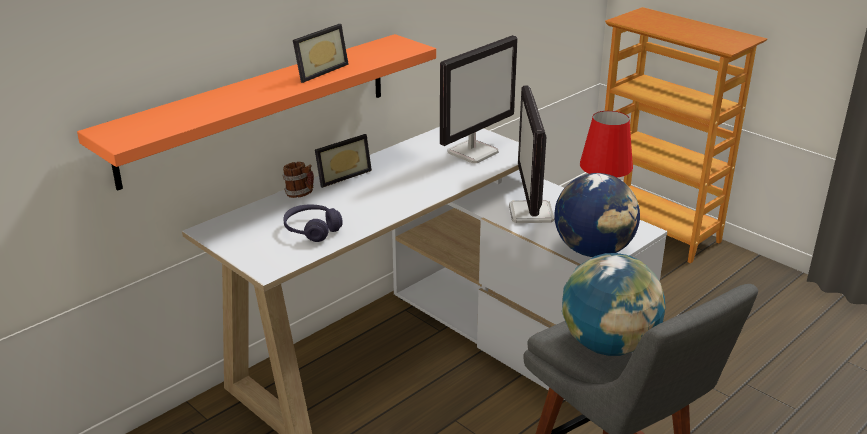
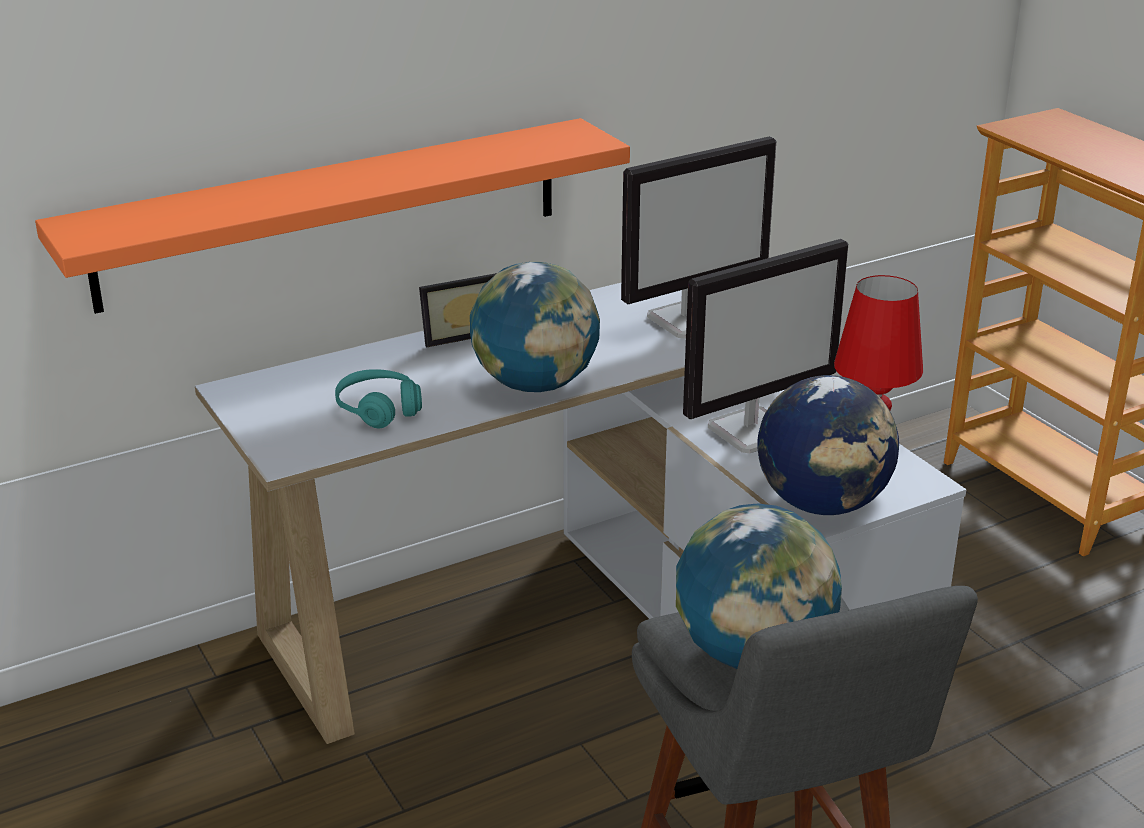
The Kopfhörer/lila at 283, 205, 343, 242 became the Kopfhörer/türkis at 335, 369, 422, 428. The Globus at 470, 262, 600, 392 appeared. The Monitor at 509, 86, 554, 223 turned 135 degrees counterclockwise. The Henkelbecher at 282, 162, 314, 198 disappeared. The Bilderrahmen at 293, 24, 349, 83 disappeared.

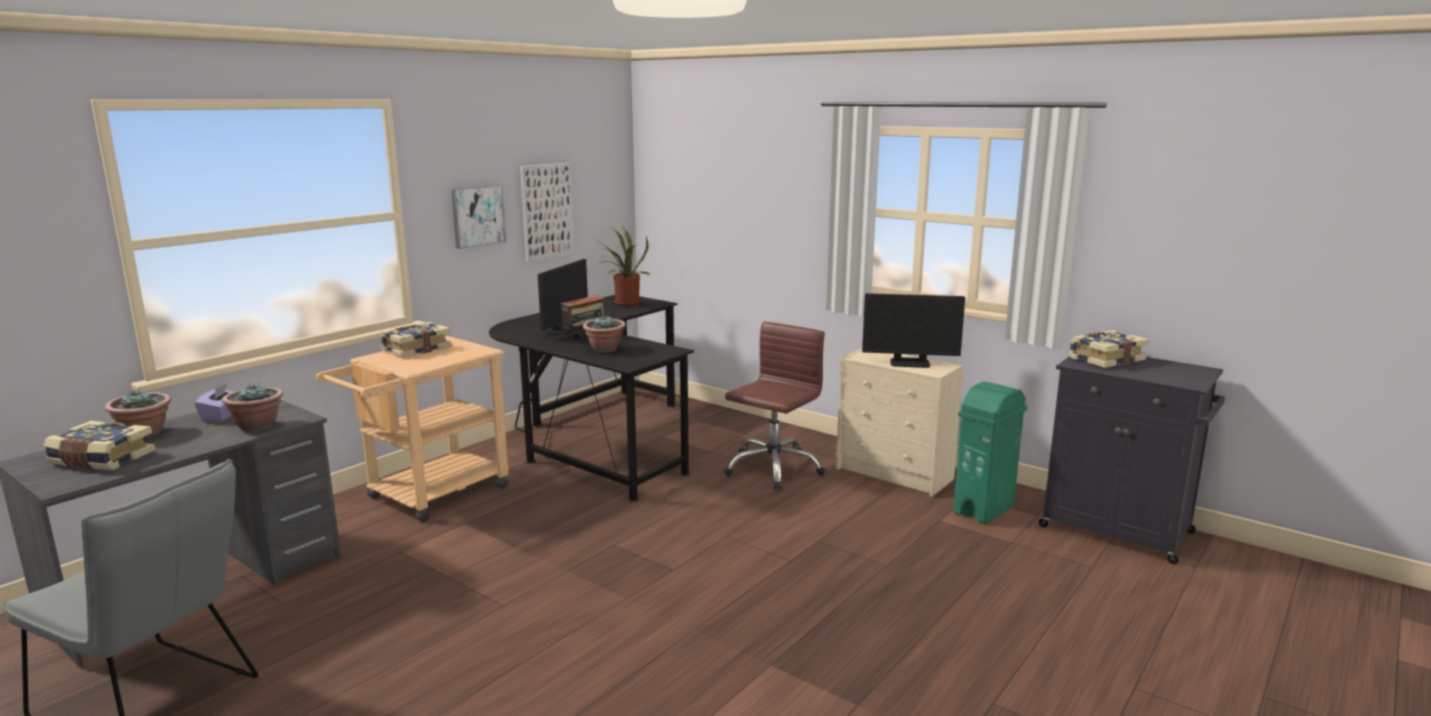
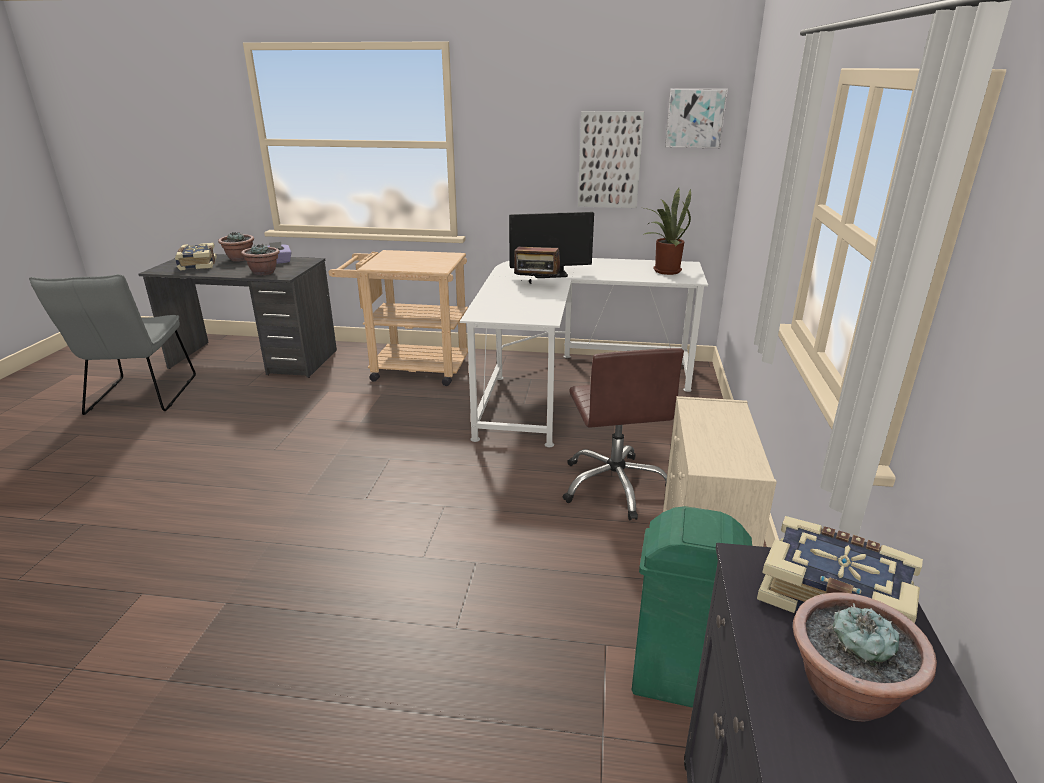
The Schreibtisch/schwarz at 489, 295, 694, 502 became the Schreibtisch/weiß at 460, 258, 708, 447. The Bürostuhl/braun at 723, 322, 826, 490 turned 75 degrees clockwise. The Bild moved from 451, 185, 506, 249 to 665, 88, 728, 148. The Topfpflanze moved from 583, 315, 626, 353 to 793, 592, 937, 722. The Buch at 380, 322, 452, 358 disappeared. The Monitor at 862, 293, 965, 368 disappeared.

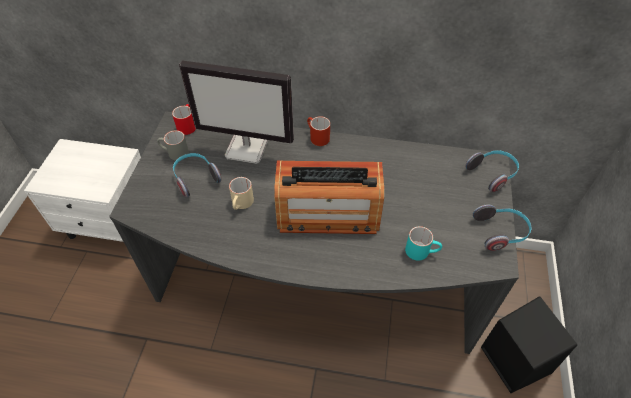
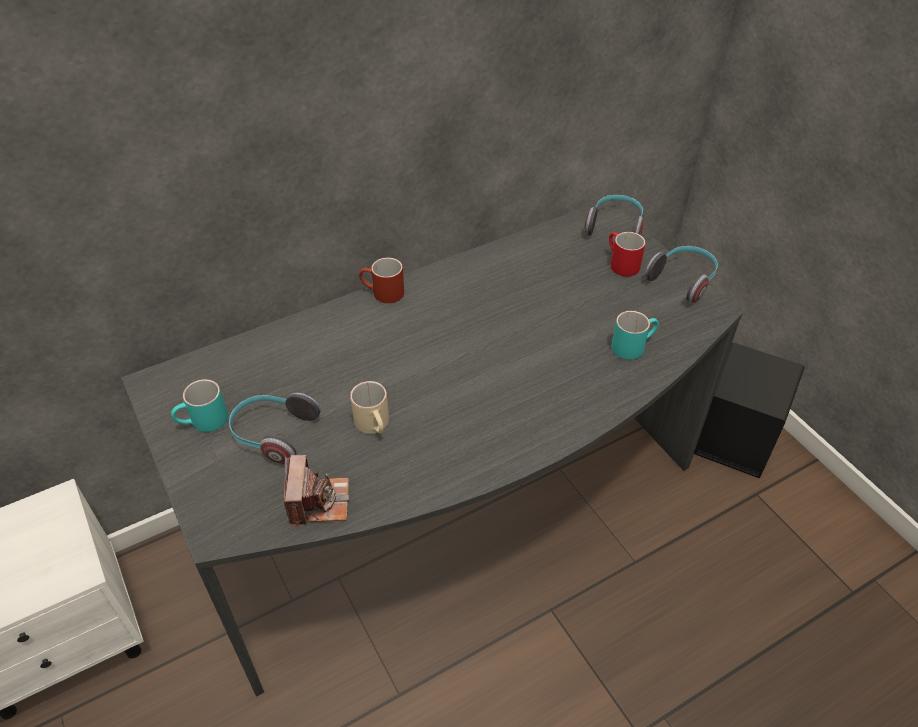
The Henkelbecher/grau at 157, 130, 189, 161 became the Henkelbecher/türkis at 171, 379, 228, 432. The Kamera at 284, 455, 349, 527 appeared. The Henkelbecher/rot moved from 172, 104, 196, 135 to 609, 232, 646, 276. The Monitor at 179, 60, 294, 164 disappeared. The Radio at 274, 161, 384, 234 disappeared.

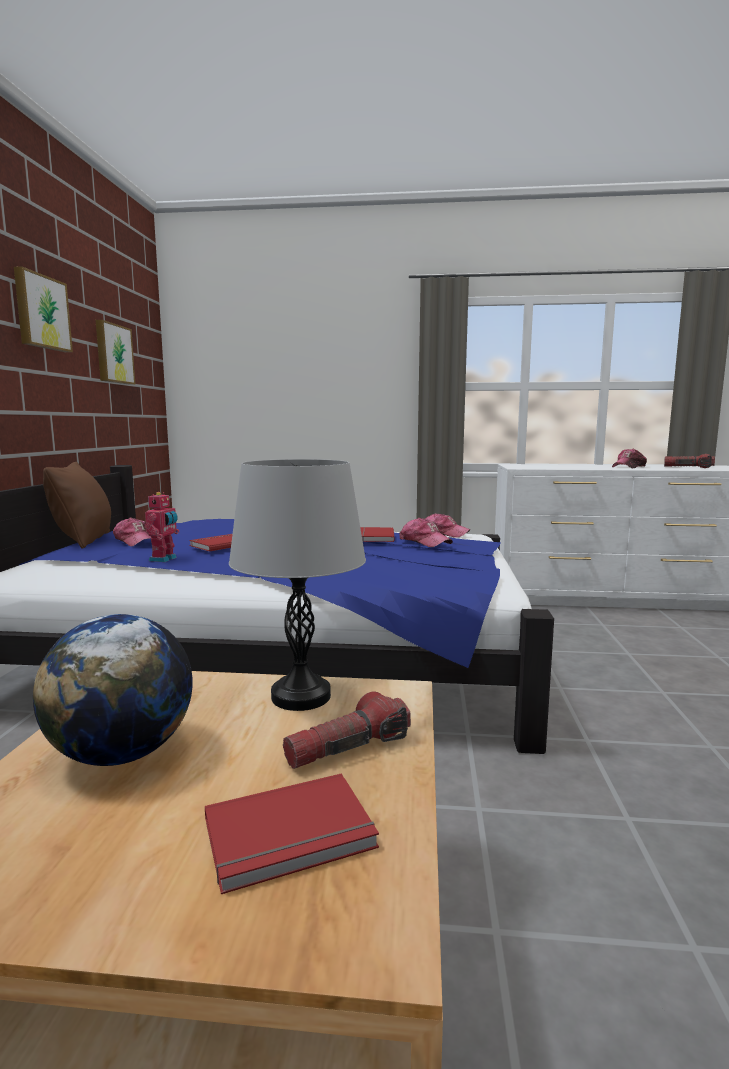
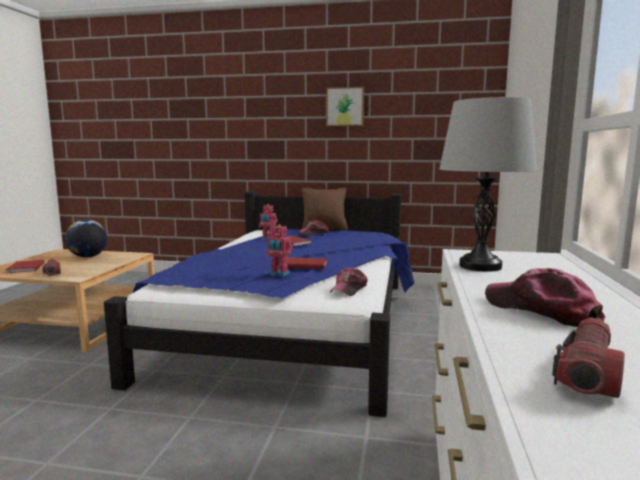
The Kappe at 399, 518, 453, 547 was replaced by the Spielzeugroboter at 266, 224, 293, 276. The Tischlampe/grau moved from 229, 459, 366, 711 to 440, 97, 537, 272. The Bild at 96, 320, 135, 385 disappeared.

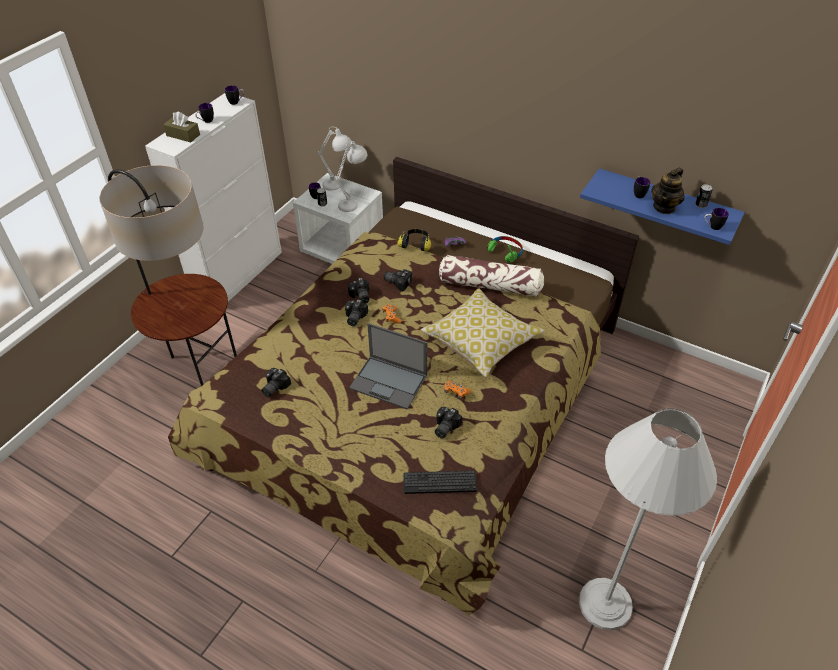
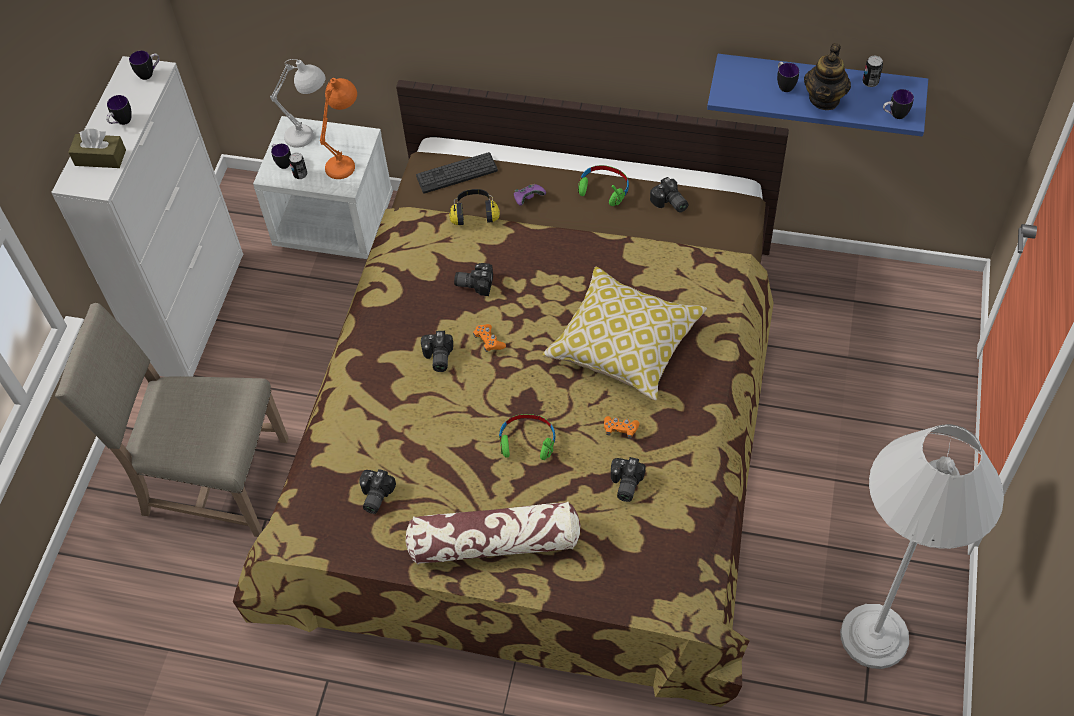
The Stehlampe at 99, 165, 237, 386 was replaced by the Stuhl/beige at 55, 303, 288, 537. The Tischlampe/weiß at 335, 141, 367, 212 became the Tischlampe/orange at 320, 78, 357, 179. The Kissen moved from 439, 255, 544, 297 to 406, 501, 581, 564. The Tastatur moved from 403, 471, 477, 494 to 416, 152, 498, 194. The Laptop at 349, 323, 427, 410 was replaced by the Kopfhörer/grün at 499, 414, 555, 460. The Kamera moved from 348, 278, 369, 304 to 650, 177, 689, 212.

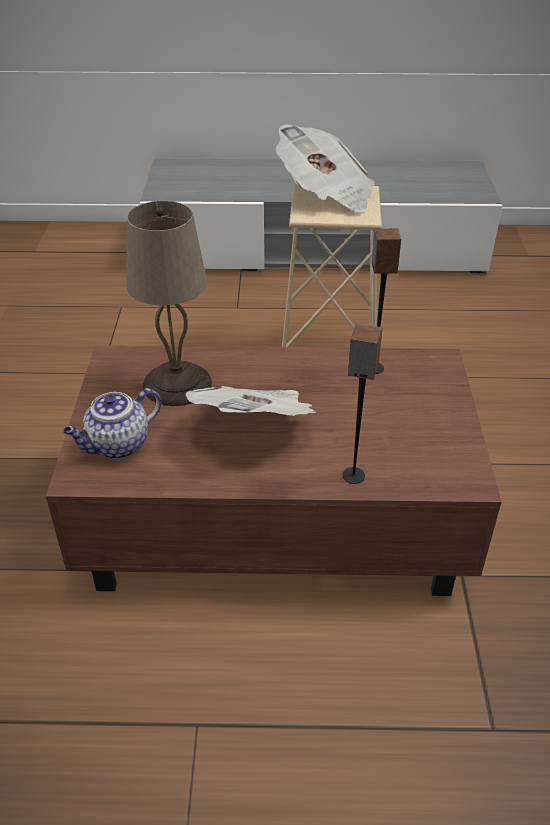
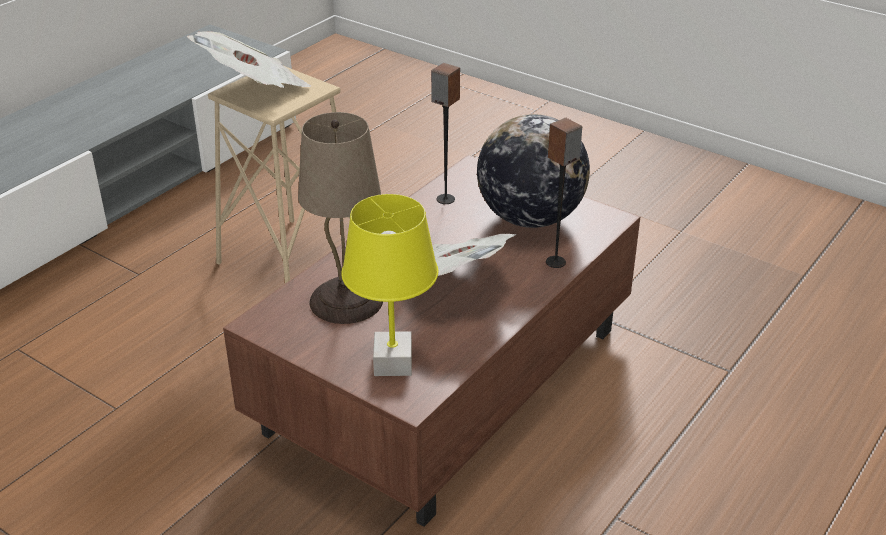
The Teekanne at 63, 388, 161, 459 was replaced by the Tischlampe/gelb at 341, 194, 438, 376. The Globus at 477, 114, 590, 228 appeared.

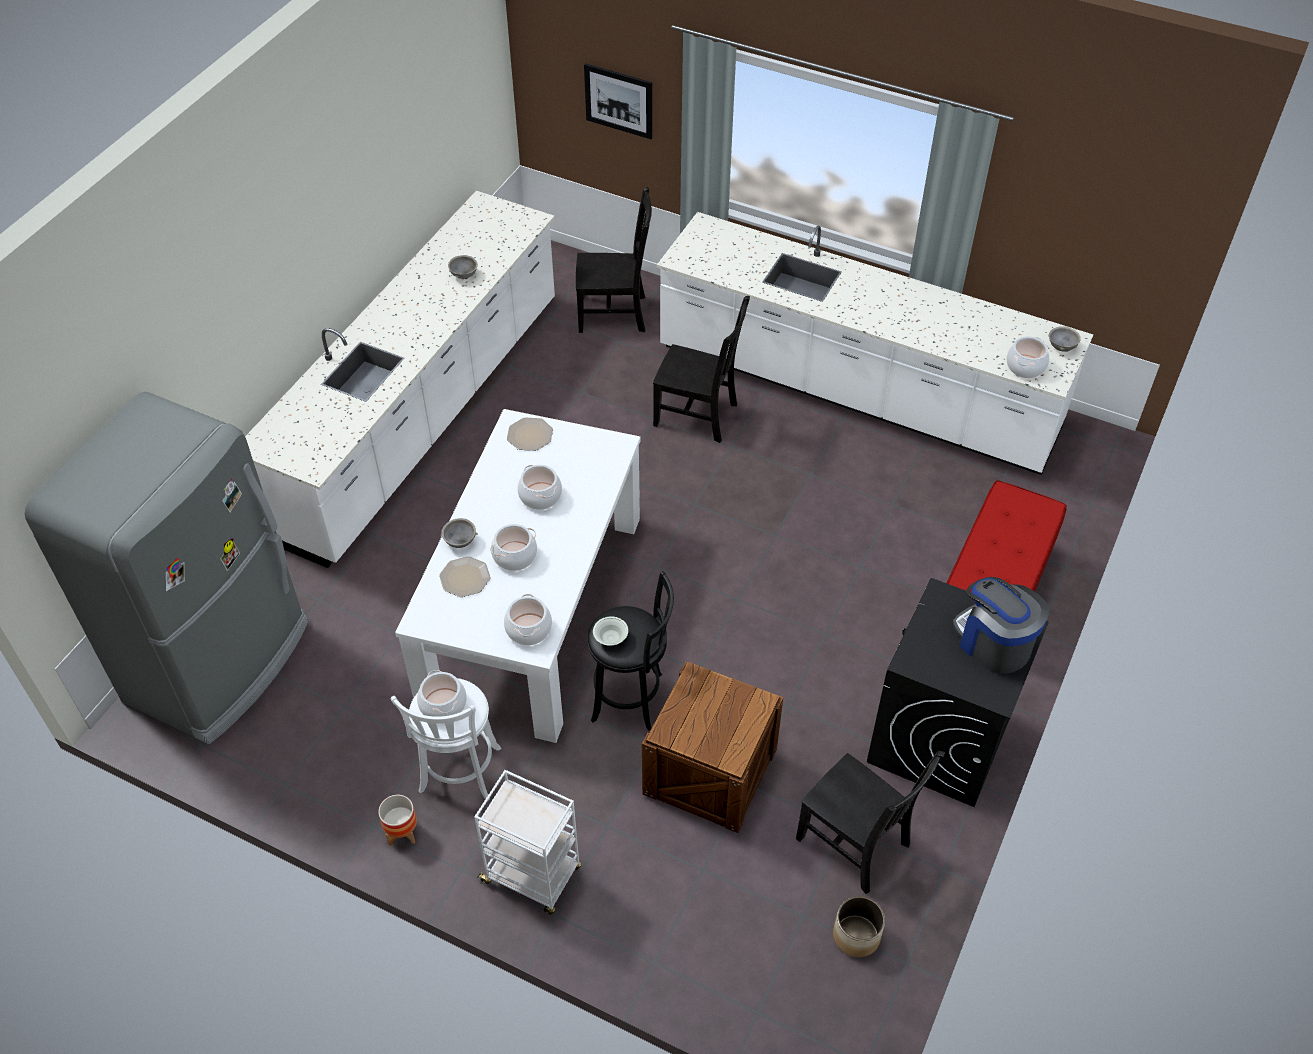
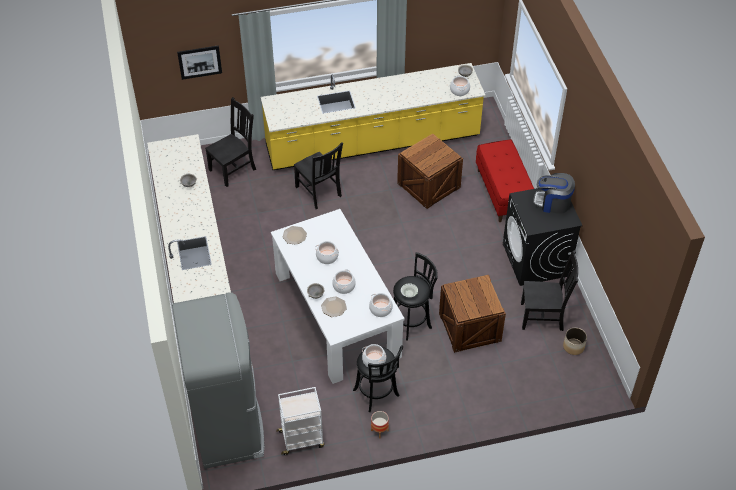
The Küchenzeile/weiß at 657, 212, 1093, 475 became the Küchenzeile/gelb at 261, 63, 485, 170. The Rollwagen/weiß moved from 474, 770, 582, 915 to 276, 387, 324, 455. The Stuhl/schwarz at 653, 296, 750, 443 turned 75 degrees clockwise. The Hocker/weiß at 391, 678, 502, 800 became the Hocker/schwarz at 353, 345, 403, 412. The Kiste at 397, 134, 463, 209 appeared.

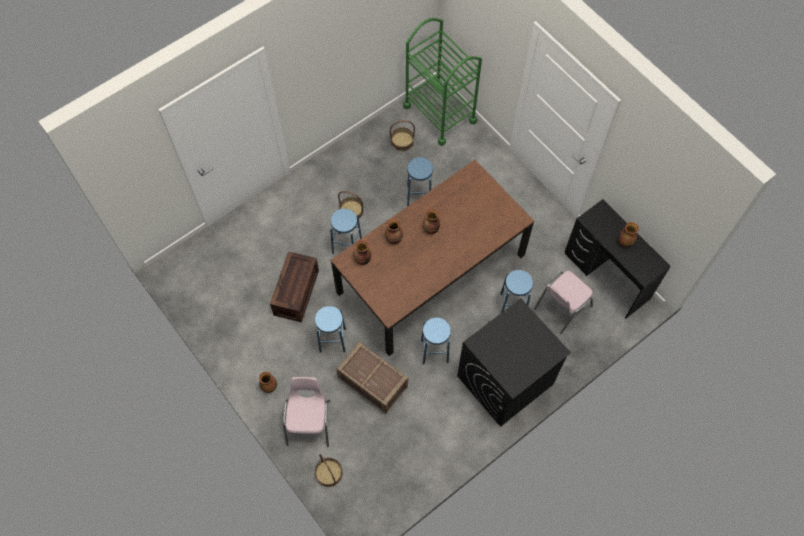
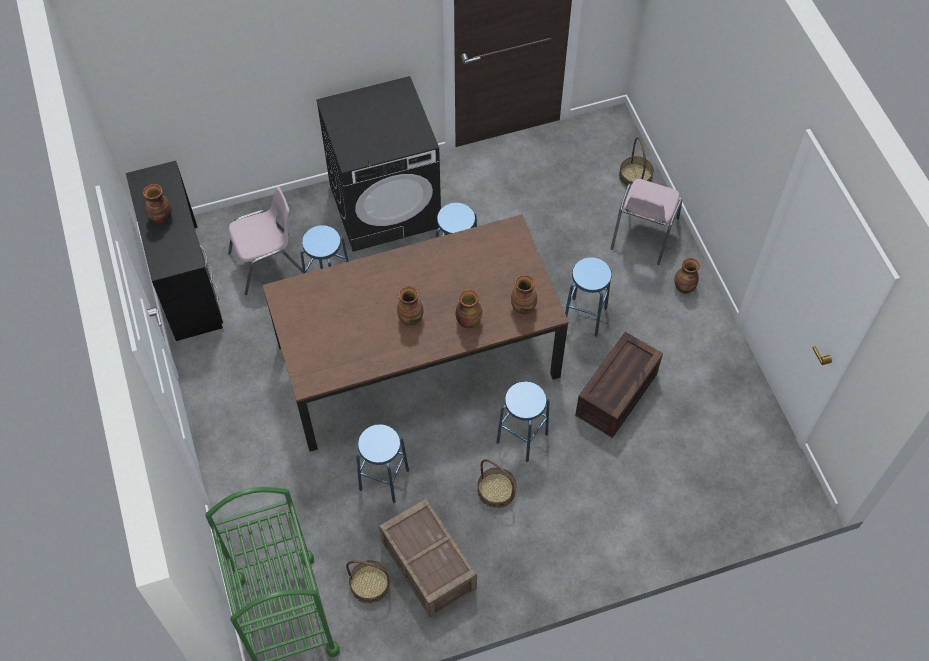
The Kiste moved from 336, 342, 408, 413 to 379, 499, 477, 617.

